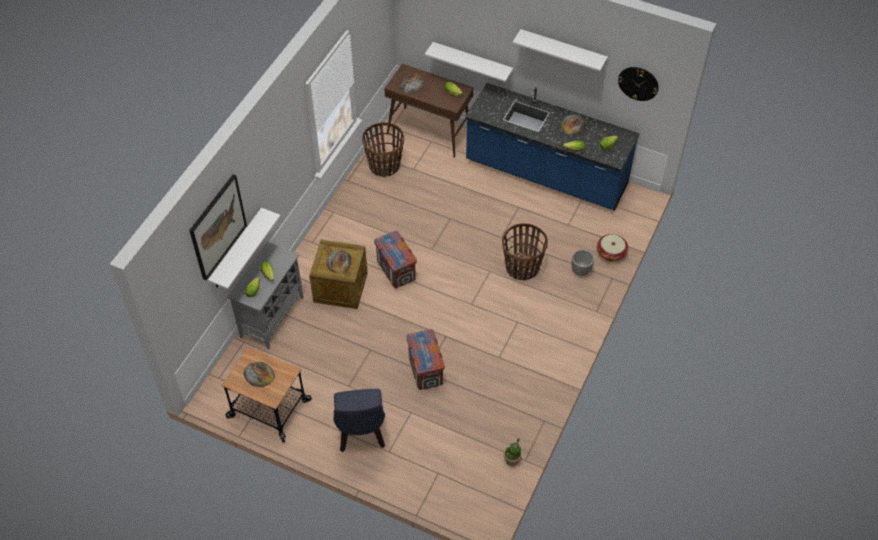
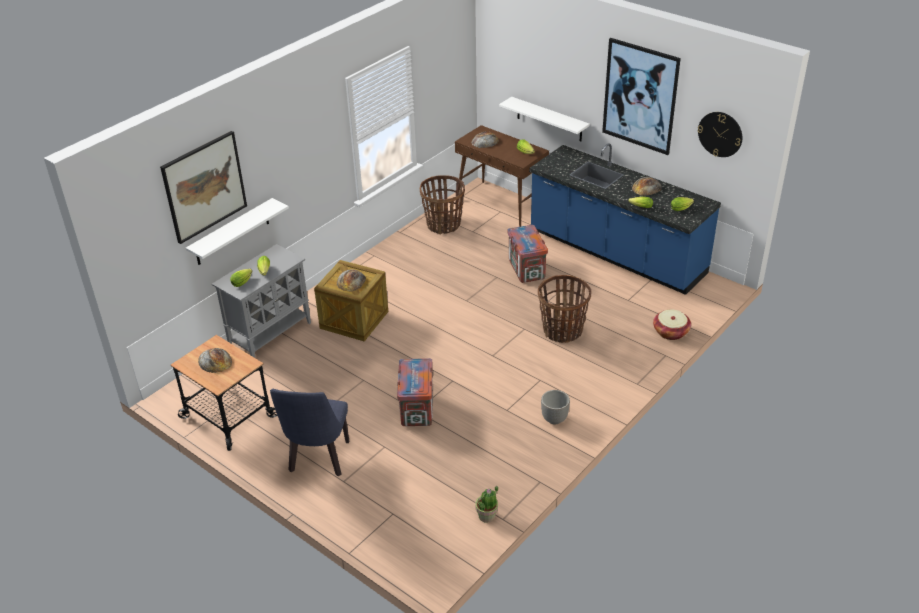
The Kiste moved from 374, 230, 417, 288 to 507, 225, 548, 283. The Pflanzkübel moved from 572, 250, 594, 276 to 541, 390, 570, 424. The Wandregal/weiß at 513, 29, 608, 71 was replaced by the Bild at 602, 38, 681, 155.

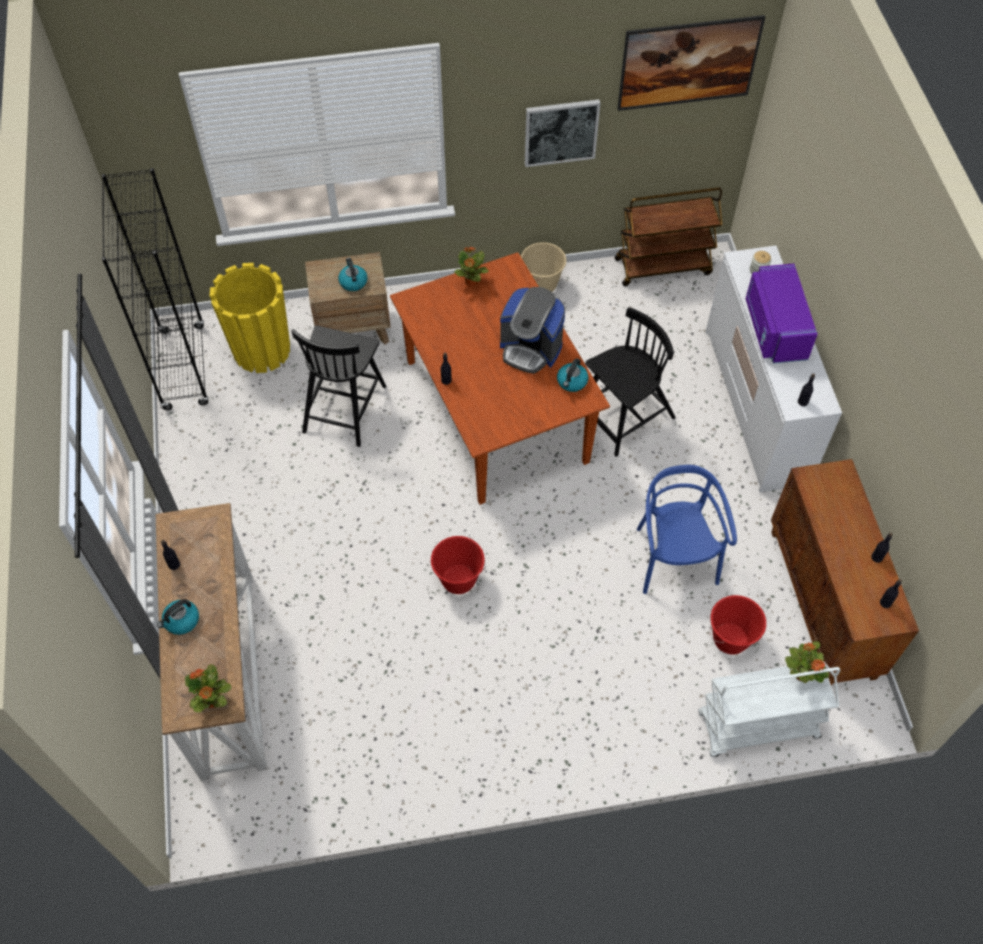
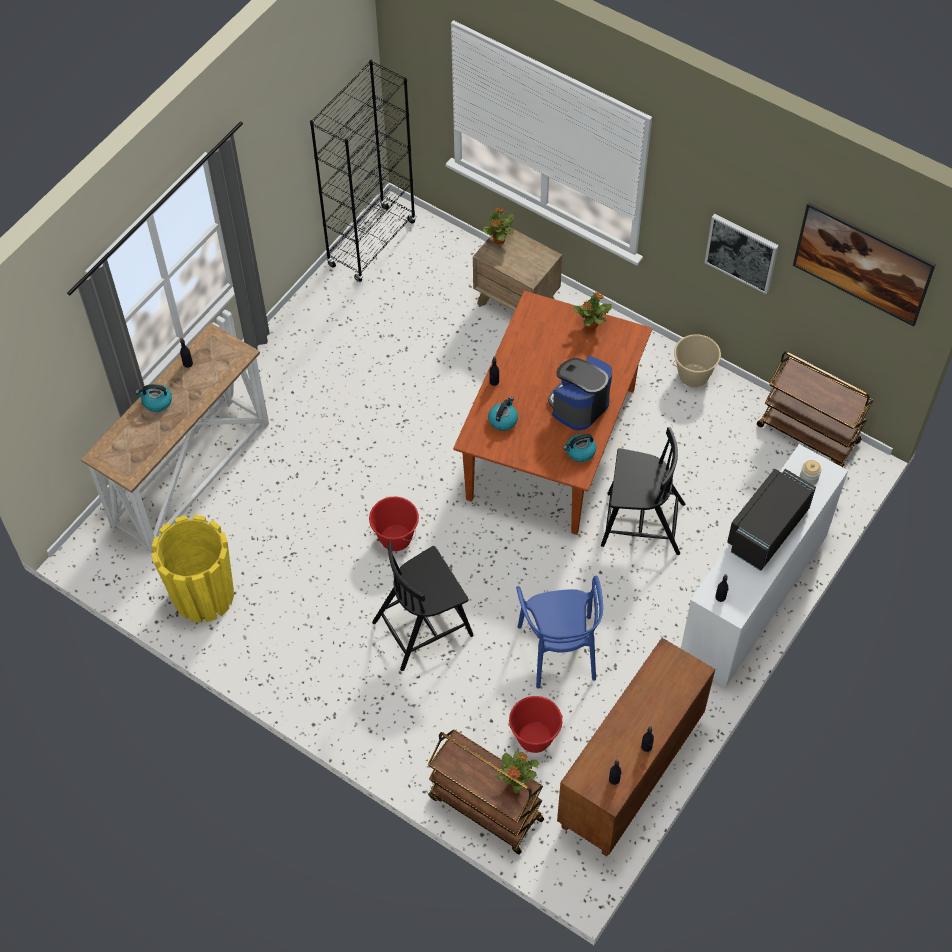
The Pflanzkübel/gelb moved from 210, 263, 290, 373 to 151, 515, 234, 623. The Stuhl/schwarz moved from 291, 325, 386, 447 to 372, 541, 473, 671. The Rollwagen/weiß at 698, 662, 840, 757 became the Rollwagen/braun at 427, 729, 544, 855. The Topfpflanze moved from 185, 664, 232, 712 to 483, 208, 514, 244. The Wasserkessel moved from 338, 258, 368, 291 to 488, 397, 518, 431. The Stuhl/blau at 637, 465, 737, 594 turned 135 degrees clockwise. The Kaffeemaschine at 500, 287, 565, 374 turned 60 degrees clockwise. The Mikrowelle/lila at 746, 264, 818, 364 became the Mikrowelle/schwarz at 727, 469, 816, 571.

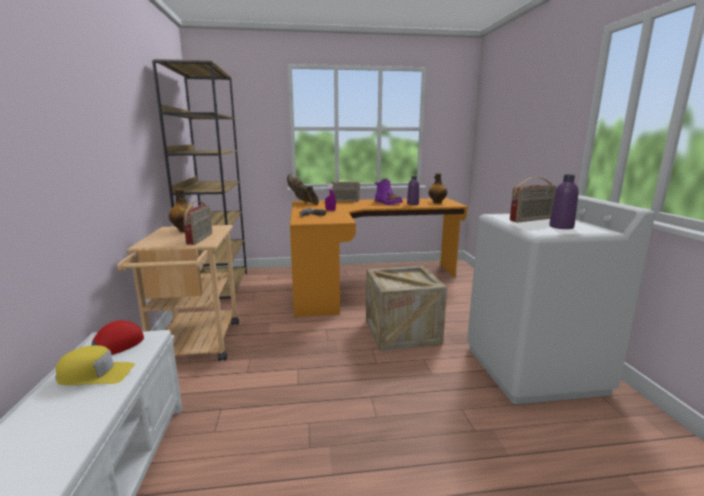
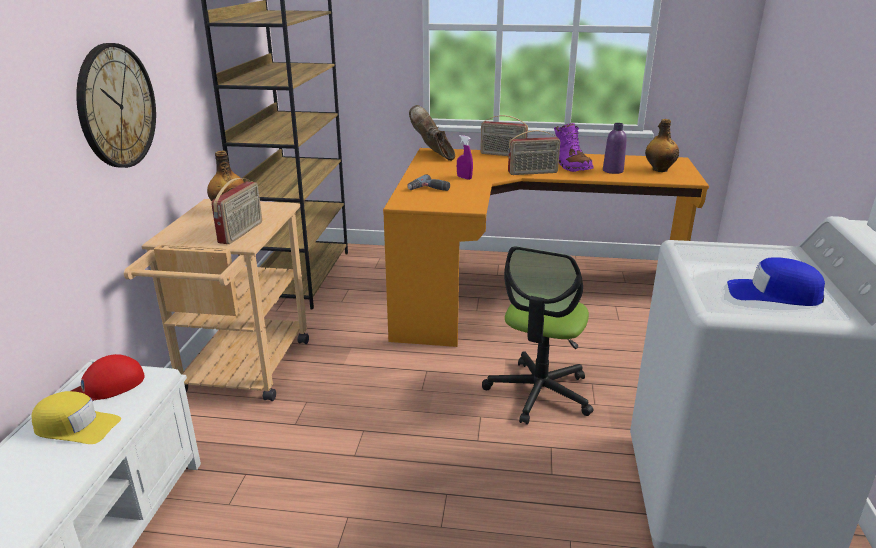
The Wanduhr at 76, 43, 156, 168 appeared. The Kiste at 366, 266, 447, 351 was replaced by the Bürostuhl at 482, 246, 593, 425. The Radio moved from 510, 177, 556, 222 to 508, 130, 560, 175. The Flasche/lila at 549, 175, 579, 229 was replaced by the Kappe/blau at 727, 257, 825, 306.

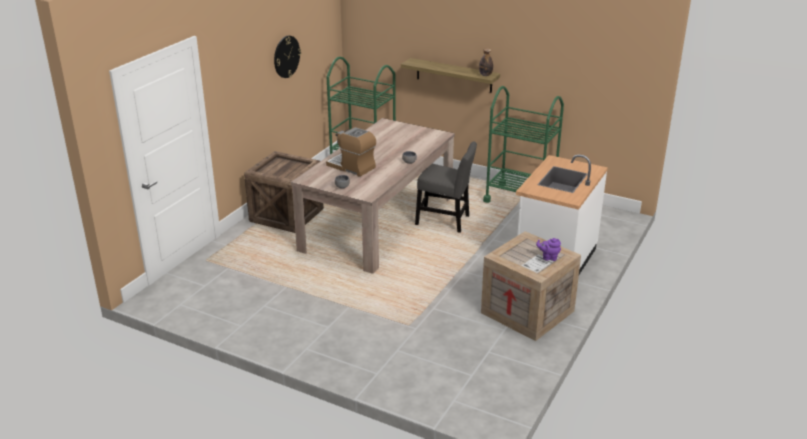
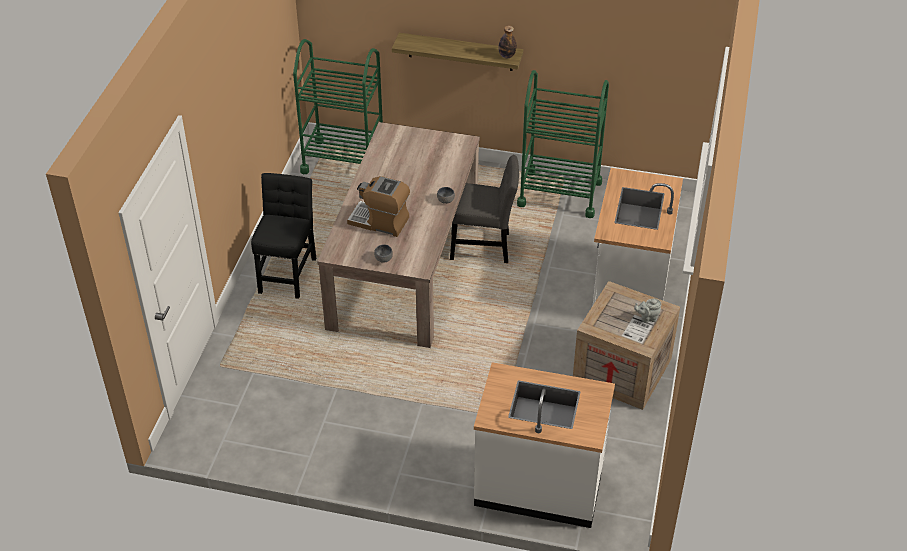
The Kiste at 244, 151, 324, 233 was replaced by the Stuhl/schwarz at 251, 173, 316, 299. The Küchenzeile/weiß at 474, 362, 615, 528 appeared. The Teekanne/lila at 536, 238, 561, 261 became the Teekanne/grau at 634, 299, 661, 323. The Wanduhr at 274, 36, 301, 78 disappeared.

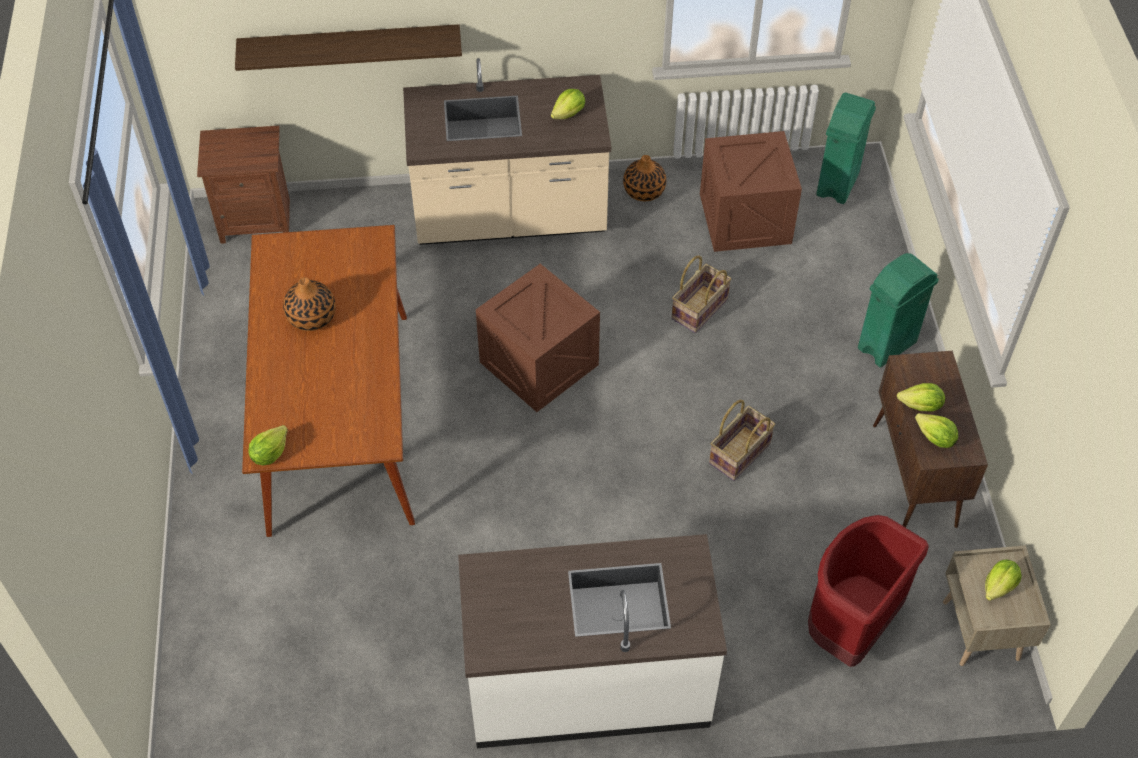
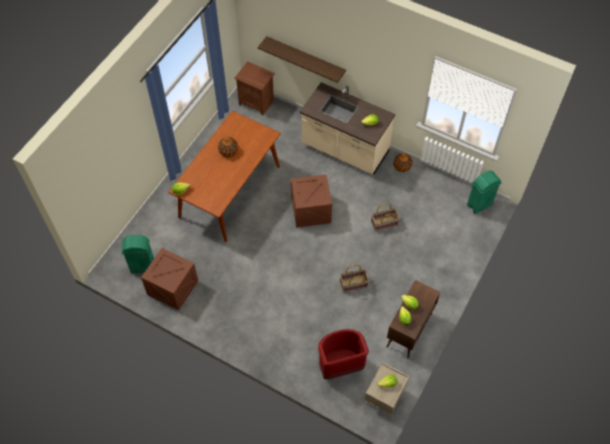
The Mülleimer/grün moved from 858, 253, 939, 367 to 122, 235, 154, 273. The Kiste moved from 700, 131, 802, 252 to 141, 248, 198, 310. The Küchenzeile/weiß at 458, 534, 727, 748 disappeared.

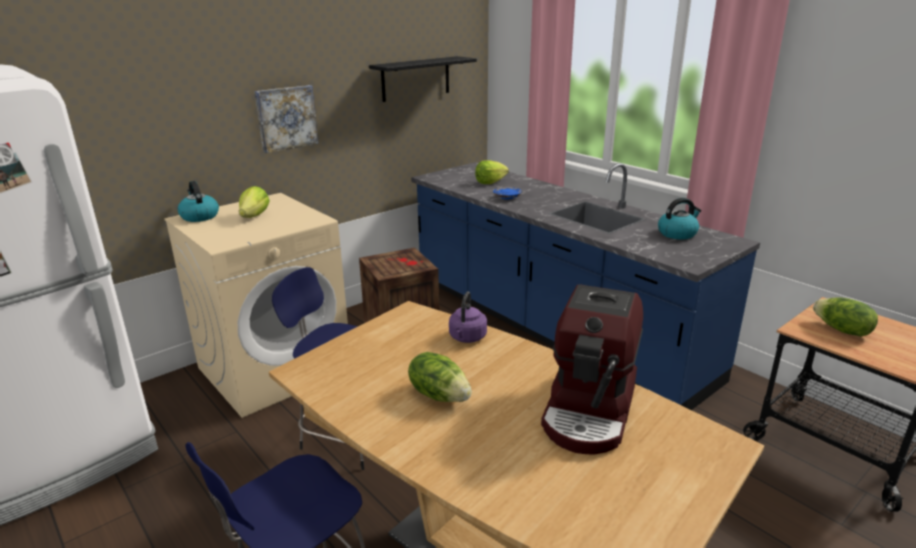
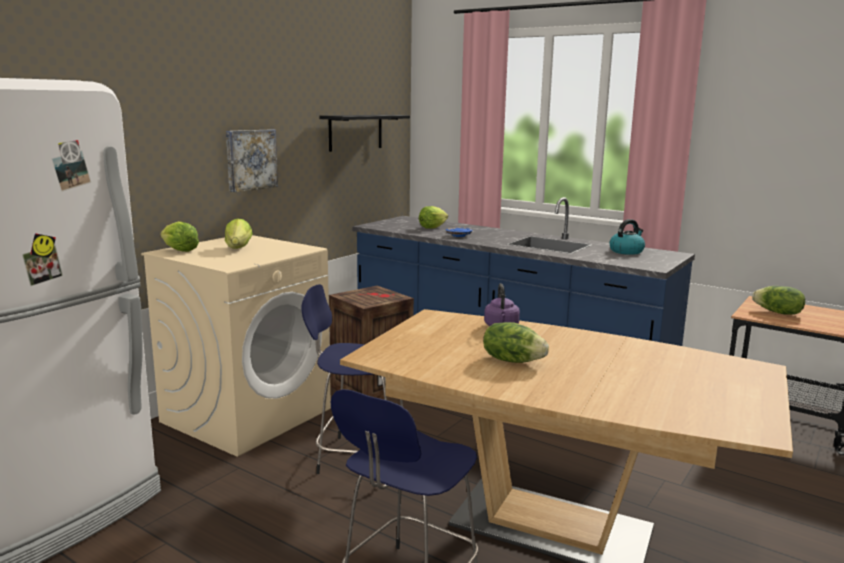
The Wasserkessel at 178, 181, 219, 222 was replaced by the Salatkopf at 160, 221, 199, 252. The Kaffeemaschine at 541, 284, 643, 454 disappeared.

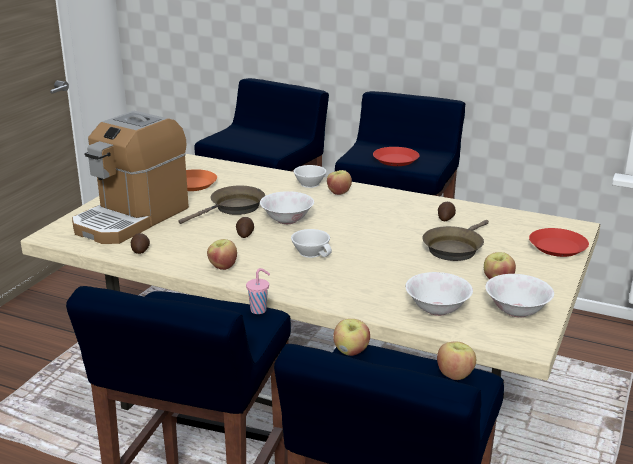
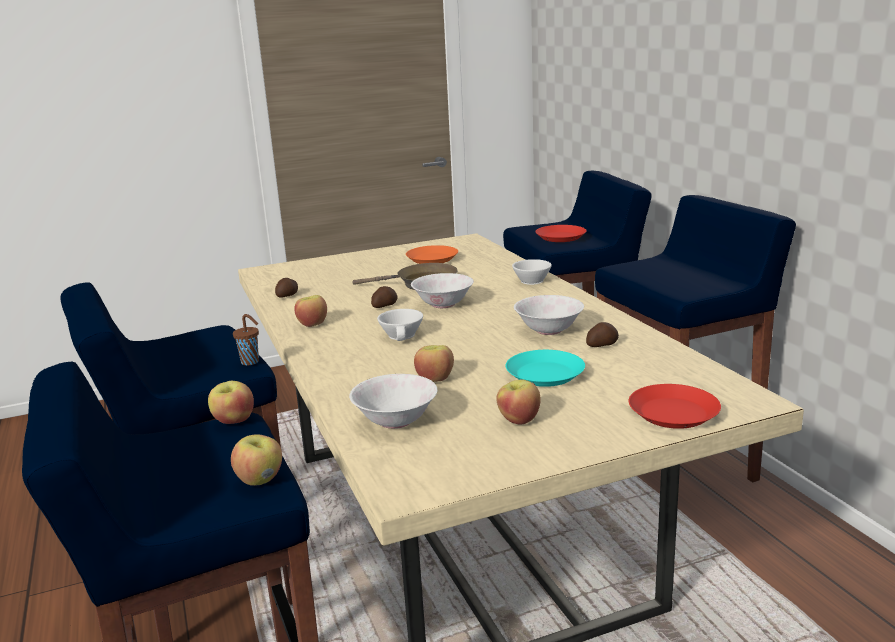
The Tasse/rosa at 246, 268, 270, 314 became the Tasse/braun at 233, 314, 259, 366. The Apfel moved from 327, 170, 352, 195 to 414, 345, 454, 382. The Pfanne/braun at 422, 220, 489, 261 was replaced by the Teller/türkis at 506, 350, 585, 387. The Schüssel/weiß moved from 485, 274, 554, 318 to 514, 295, 584, 335. The Teller/rot moved from 373, 147, 419, 166 to 535, 225, 587, 242. The Kaffeemaschine at 72, 111, 189, 244 disappeared.

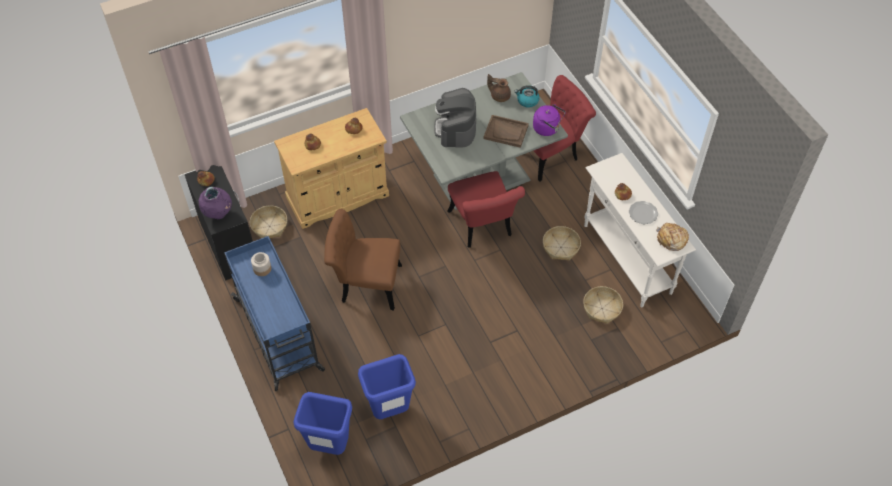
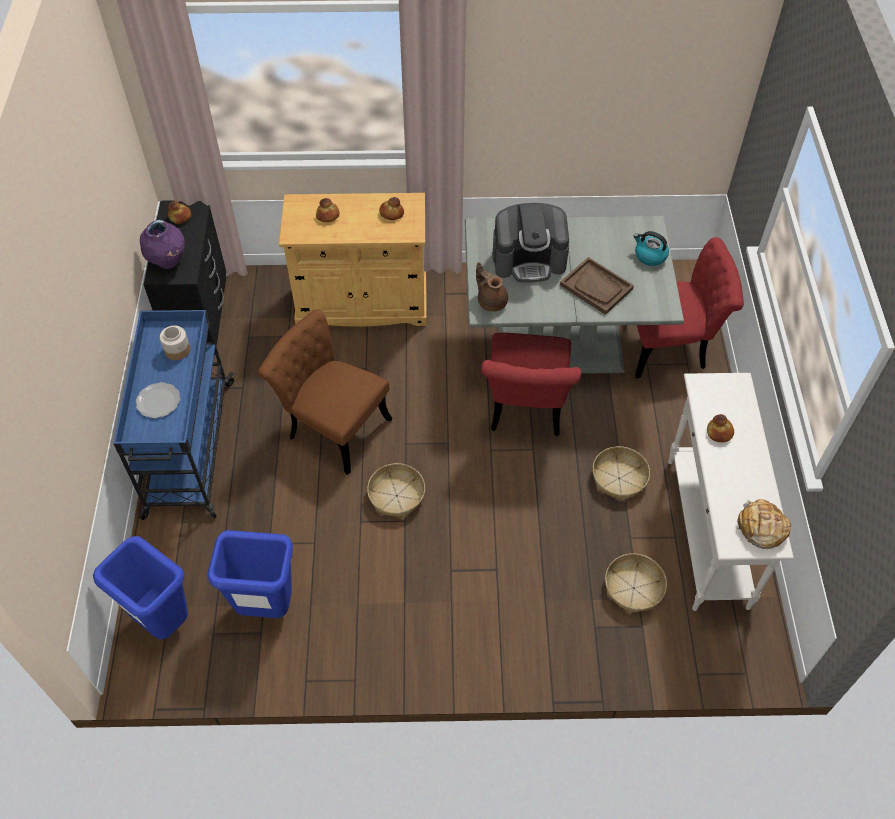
The Teller moved from 629, 201, 658, 225 to 136, 382, 180, 418. The Korb moved from 250, 205, 287, 238 to 367, 463, 425, 518. The Teekanne/braun moved from 487, 74, 511, 102 to 476, 262, 508, 312. The Kaffeemaschine at 434, 88, 476, 148 turned 120 degrees counterclockwise. The Wasserkessel/lila at 533, 104, 566, 136 disappeared.

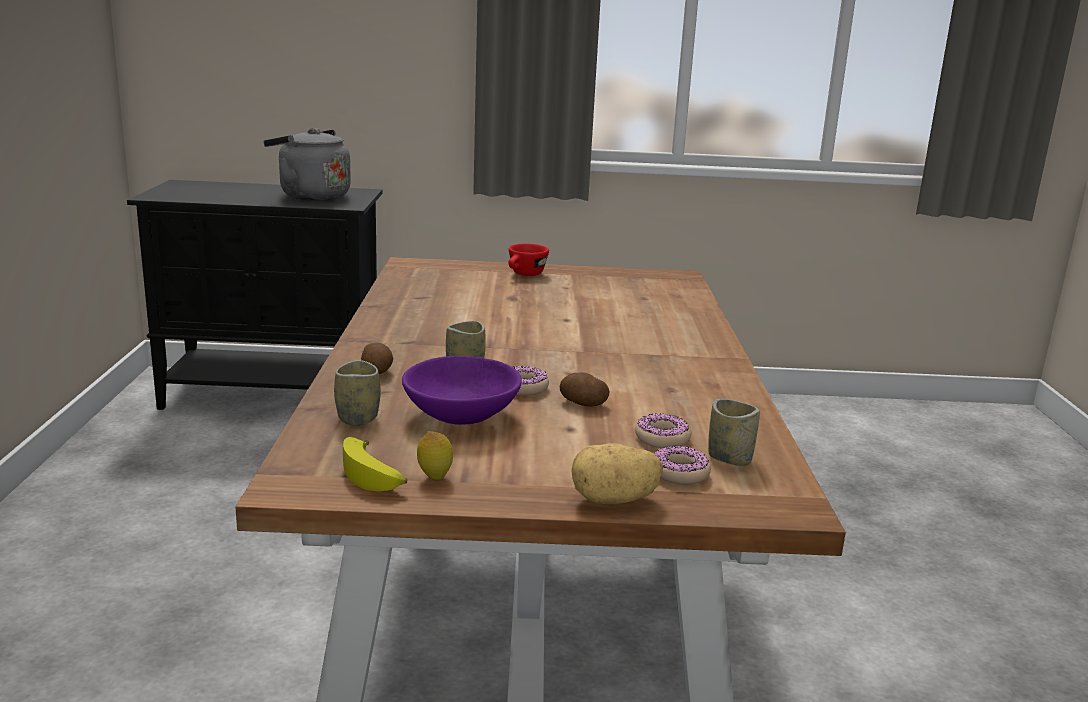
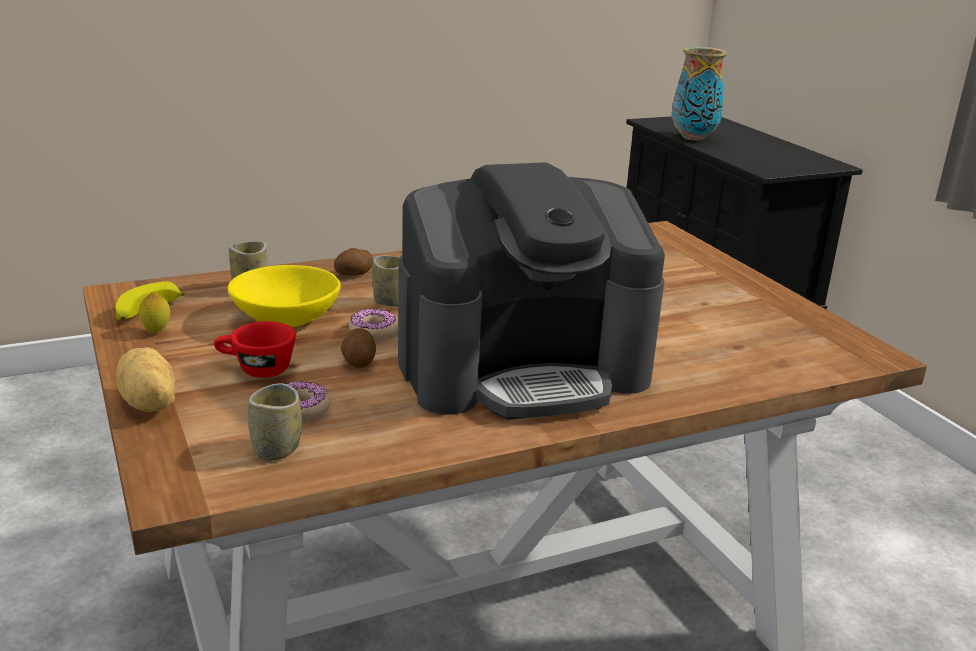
The Tasse/rot moved from 508, 244, 549, 276 to 214, 321, 296, 378. The Schüssel/lila at 402, 356, 522, 425 became the Schüssel/gelb at 228, 265, 341, 327. The Kaffeemaschine at 398, 162, 665, 420 appeared. The Vase at 671, 47, 727, 141 appeared. The Wasserkessel/grau at 264, 128, 351, 200 disappeared. The Donut at 654, 445, 711, 485 disappeared.

